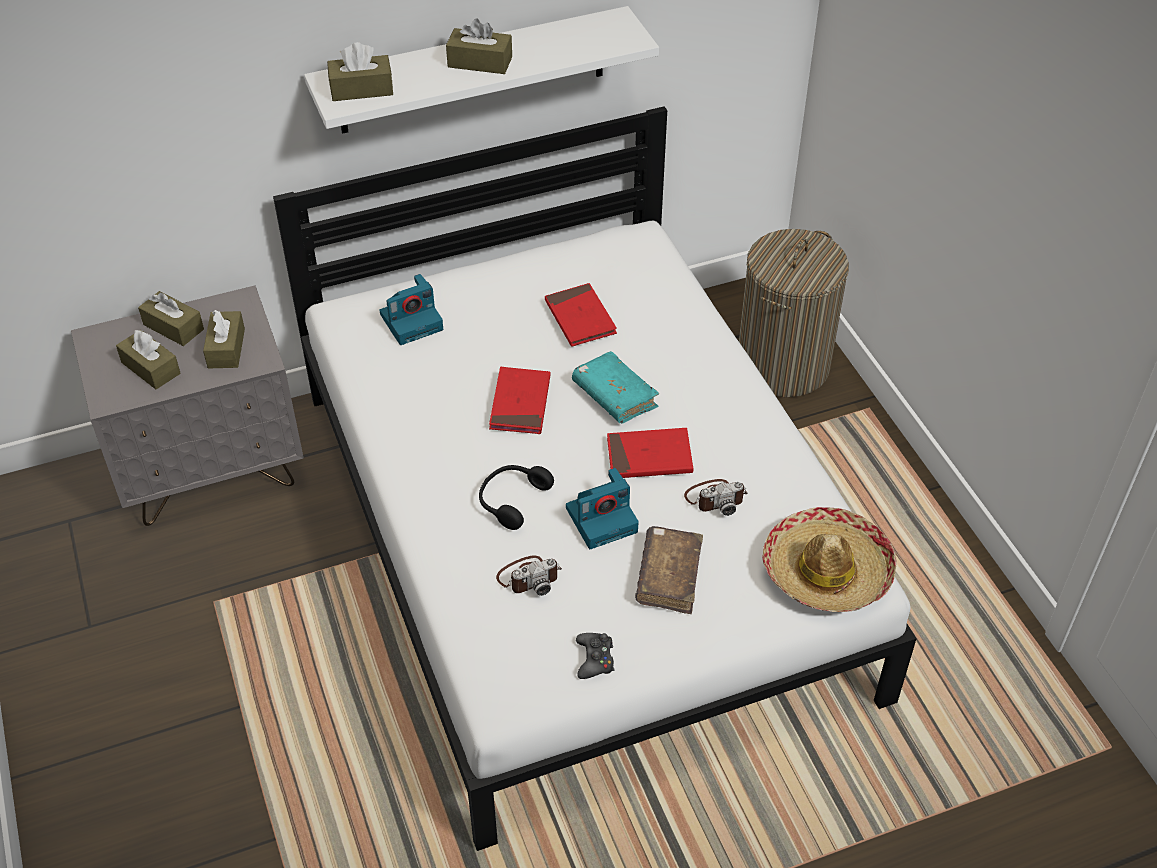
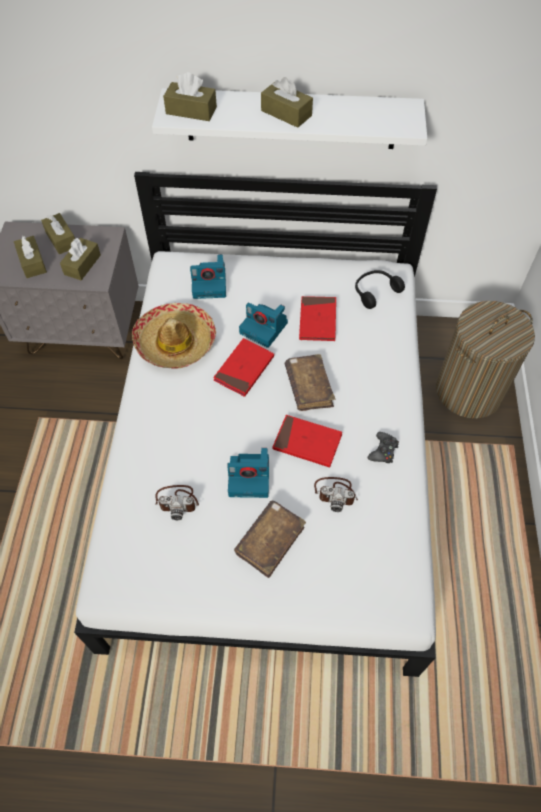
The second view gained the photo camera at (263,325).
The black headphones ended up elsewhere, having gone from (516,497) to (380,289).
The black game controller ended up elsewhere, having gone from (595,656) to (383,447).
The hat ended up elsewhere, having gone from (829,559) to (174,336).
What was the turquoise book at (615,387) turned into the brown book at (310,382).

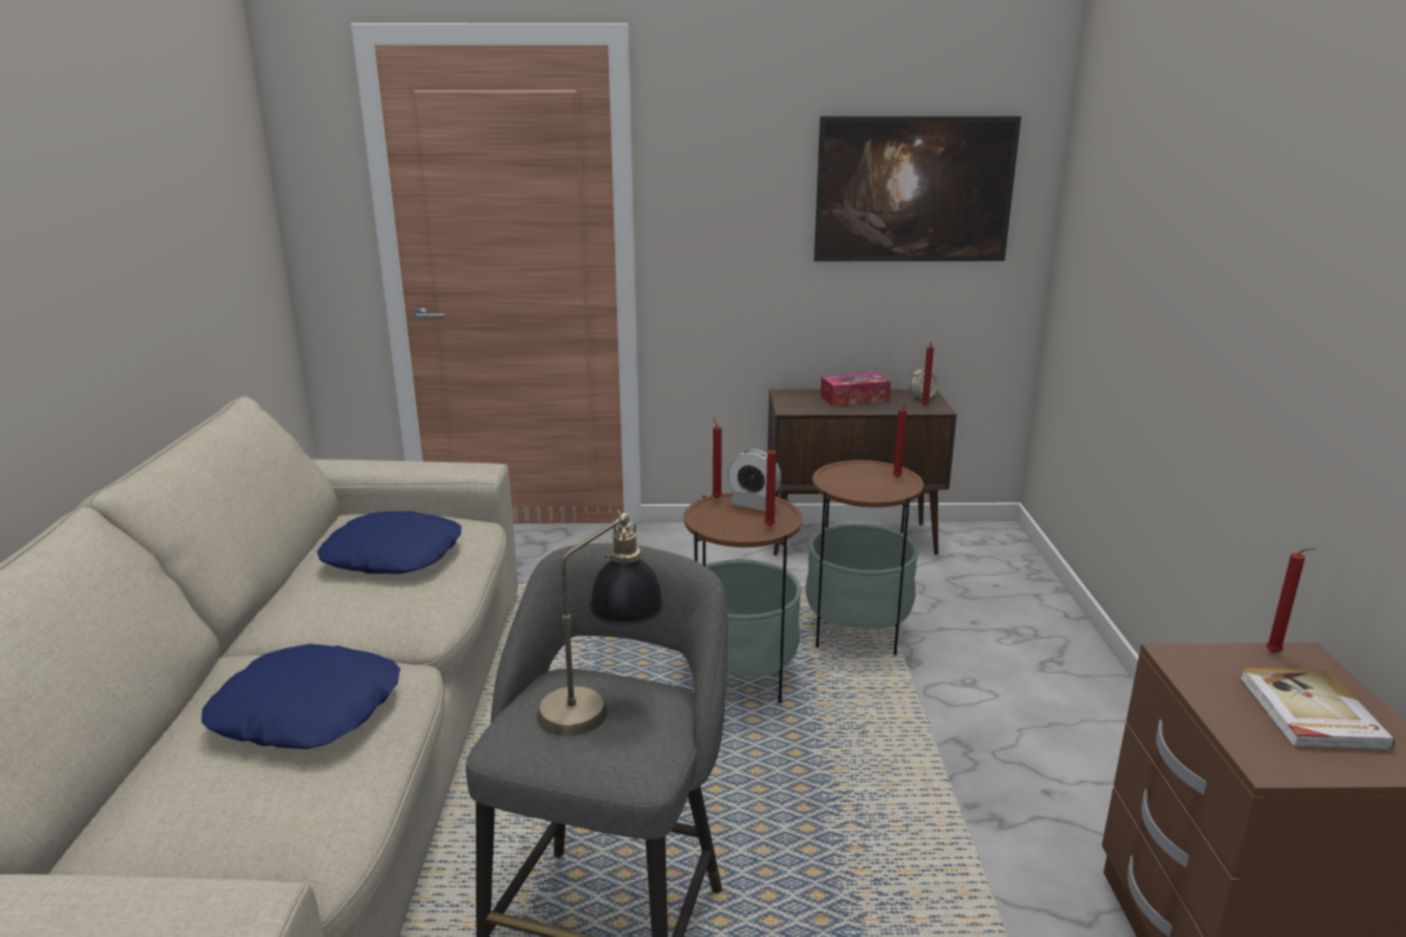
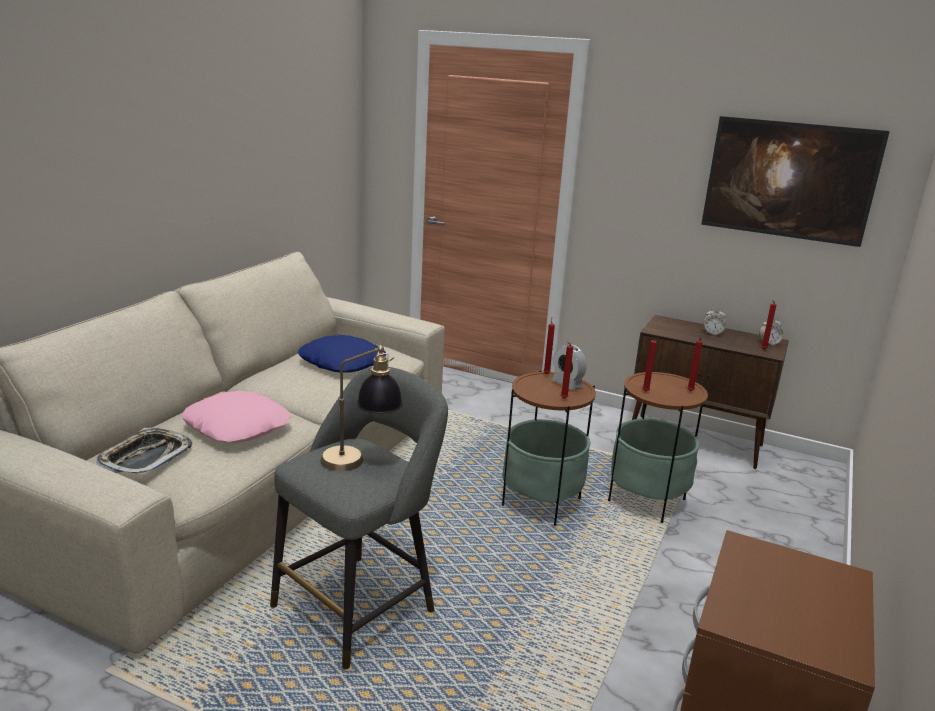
The second view lost the book at (1317,709).
The second view gained the tray at (144,451).
The red candle ended up elsewhere, having gone from (1291,600) to (650,365).
Where the tissue box stood at (855,389), the alarm clock came to stand at (715,321).
What was the blue pillow at (300,696) turned into the pink pillow at (236,416).

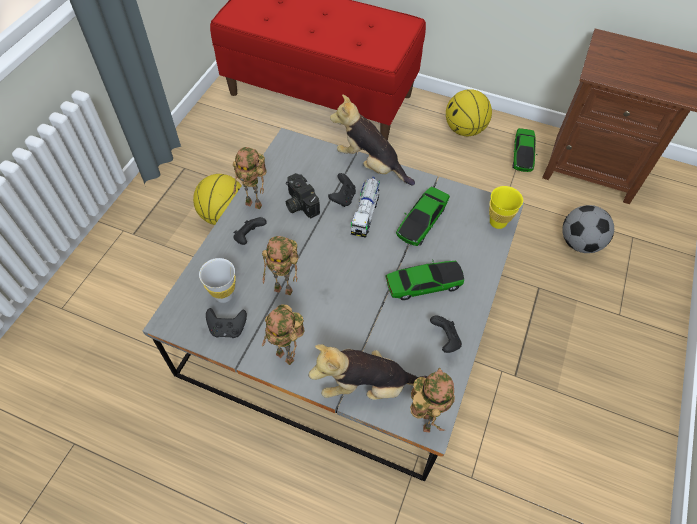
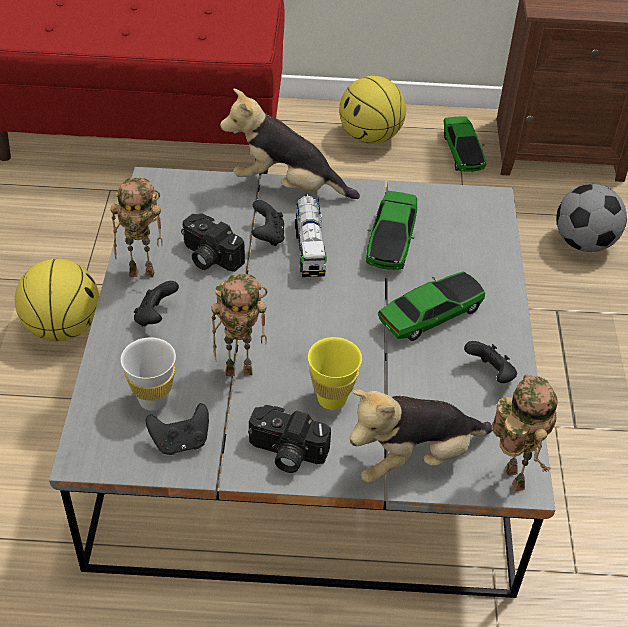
The yellow cup ended up elsewhere, having gone from (506,207) to (335,373).
Where the toy robot stood at (283,334), the photo camera came to stand at (289,439).

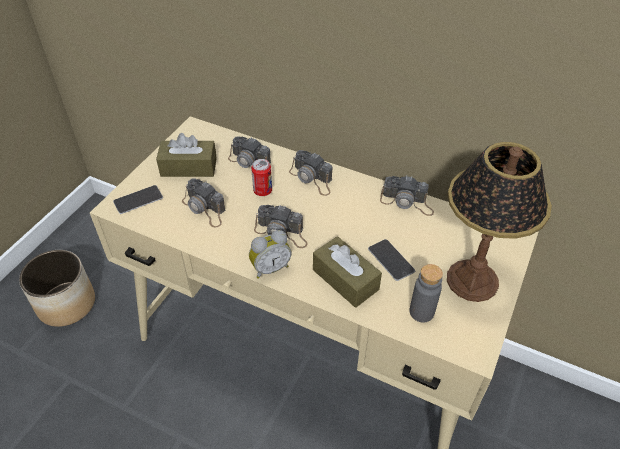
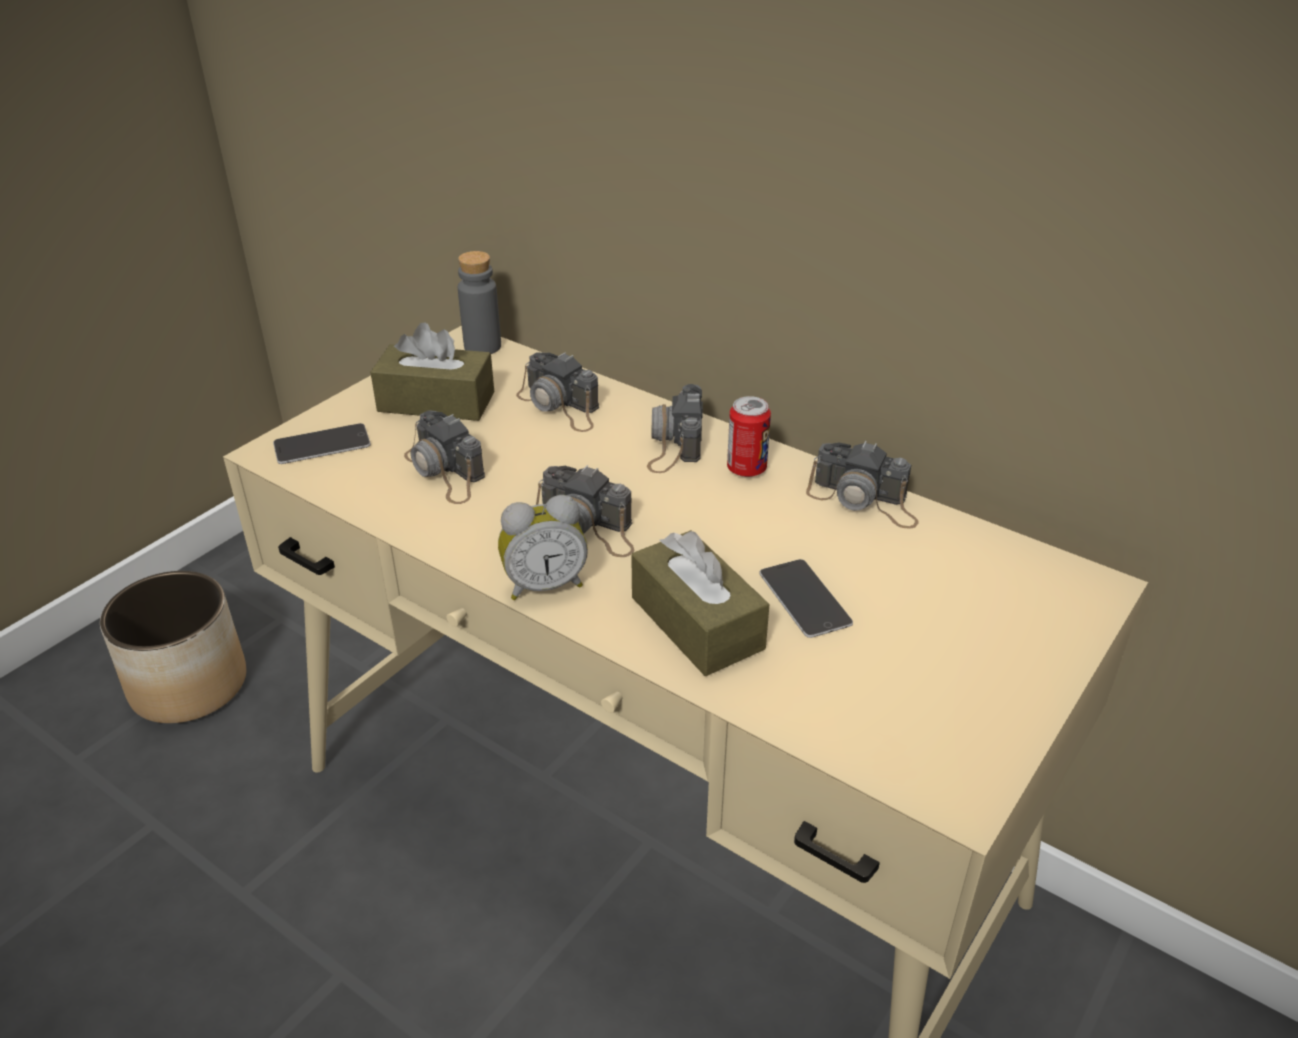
The second view lost the table lamp at (499,222).
The can ended up elsewhere, having gone from (261,177) to (749,436).
The grey bottle ended up elsewhere, having gone from (426,293) to (479,302).
The photo camera at (310,173) ended up facing another way, 45 degrees clockwise from before.

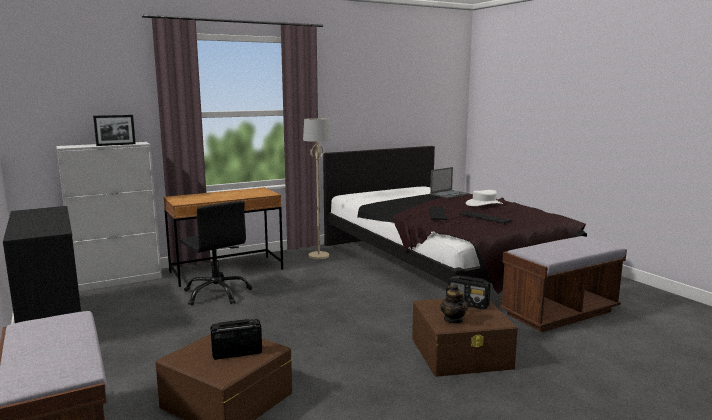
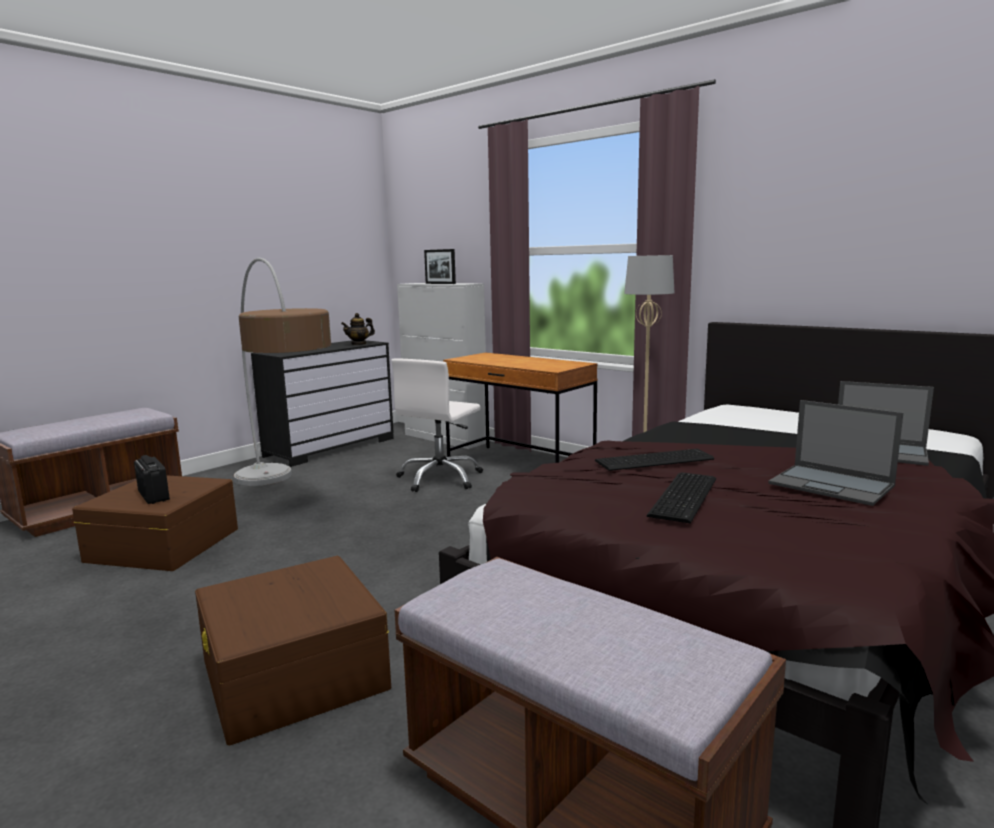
The second view lost the radio at (469,292).
The second view gained the floor lamp at (282,372).
The teapot ended up elsewhere, having gone from (454,304) to (358,329).
Where the white hat stood at (484,198), the laptop came to stand at (835,453).
What was the black office chair at (216,253) turned into the white office chair at (437,425).

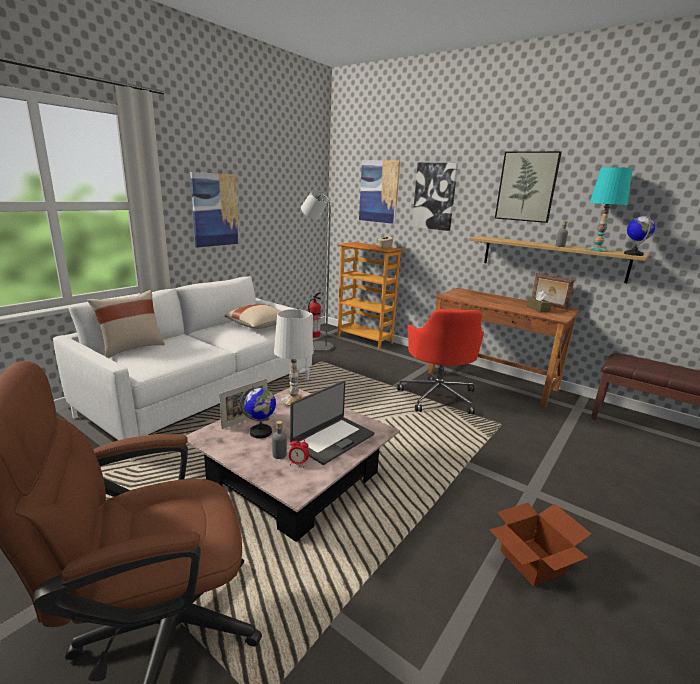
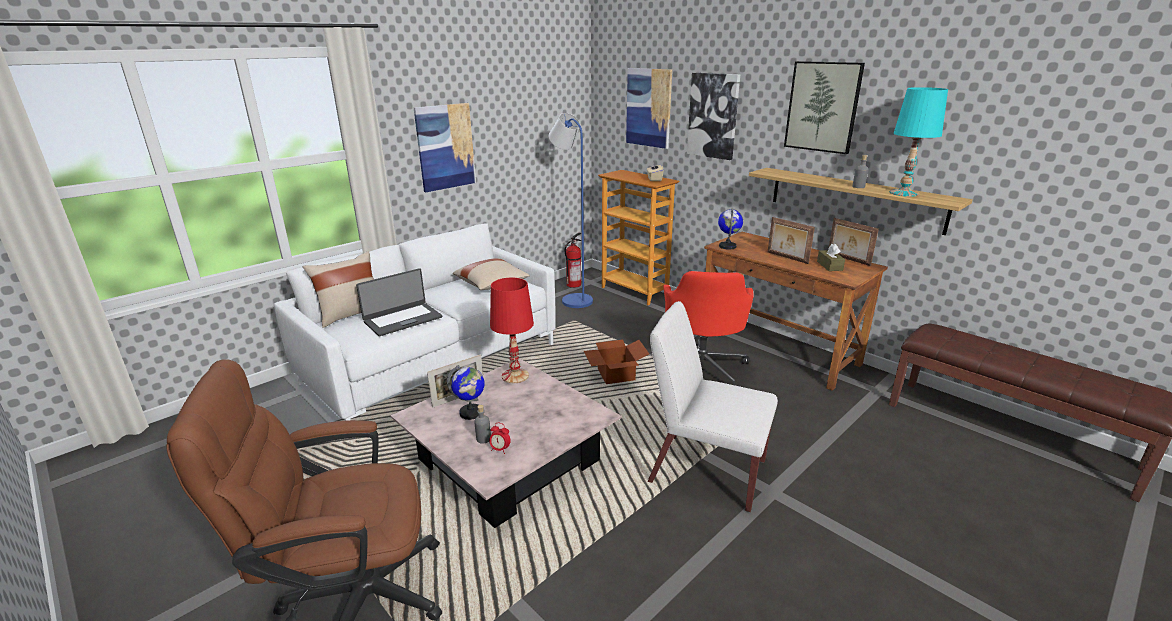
The second view gained the white chair at (713,406).
The second view gained the picture frame at (791,240).
The laptop ended up elsewhere, having gone from (332,423) to (399,302).
The cardboard box ended up elsewhere, having gone from (540,544) to (616,362).
The globe ended up elsewhere, having gone from (639,235) to (730,229).
What was the white table lamp at (294,357) turned into the red table lamp at (512,330).
What was the grey floor lamp at (317,271) turned into the blue floor lamp at (571,210).

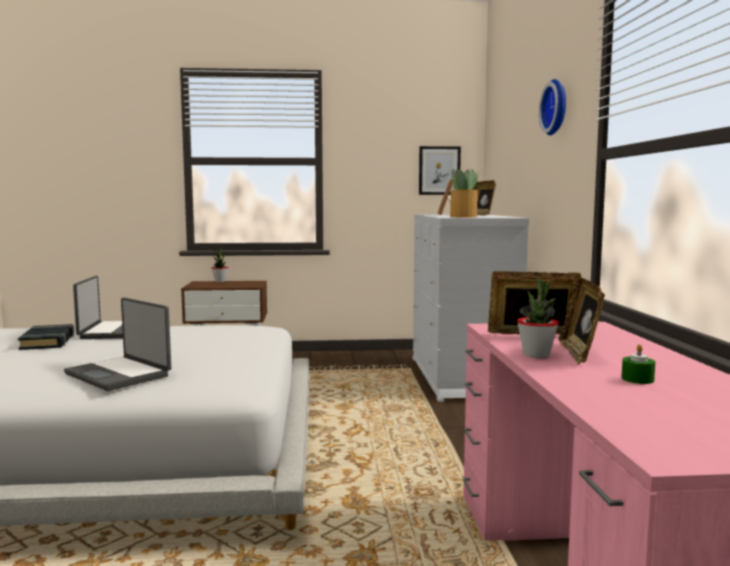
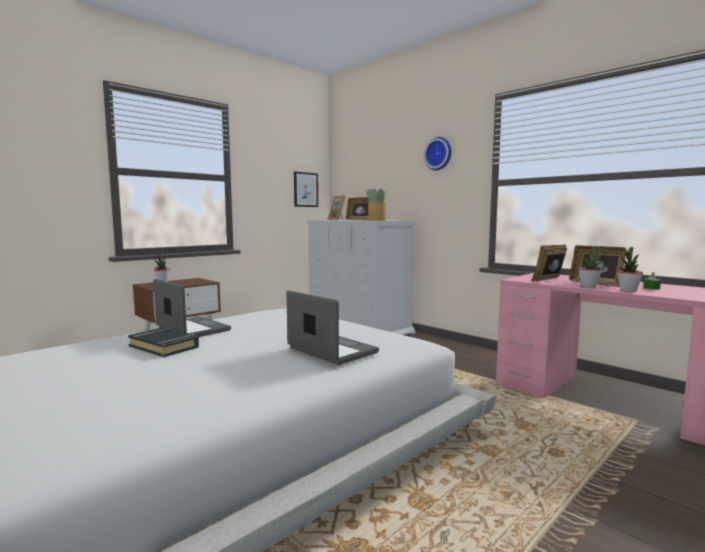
The second view gained the potted plant at (630,269).
The laptop at (117,344) ended up facing another way, 135 degrees counterclockwise from before.

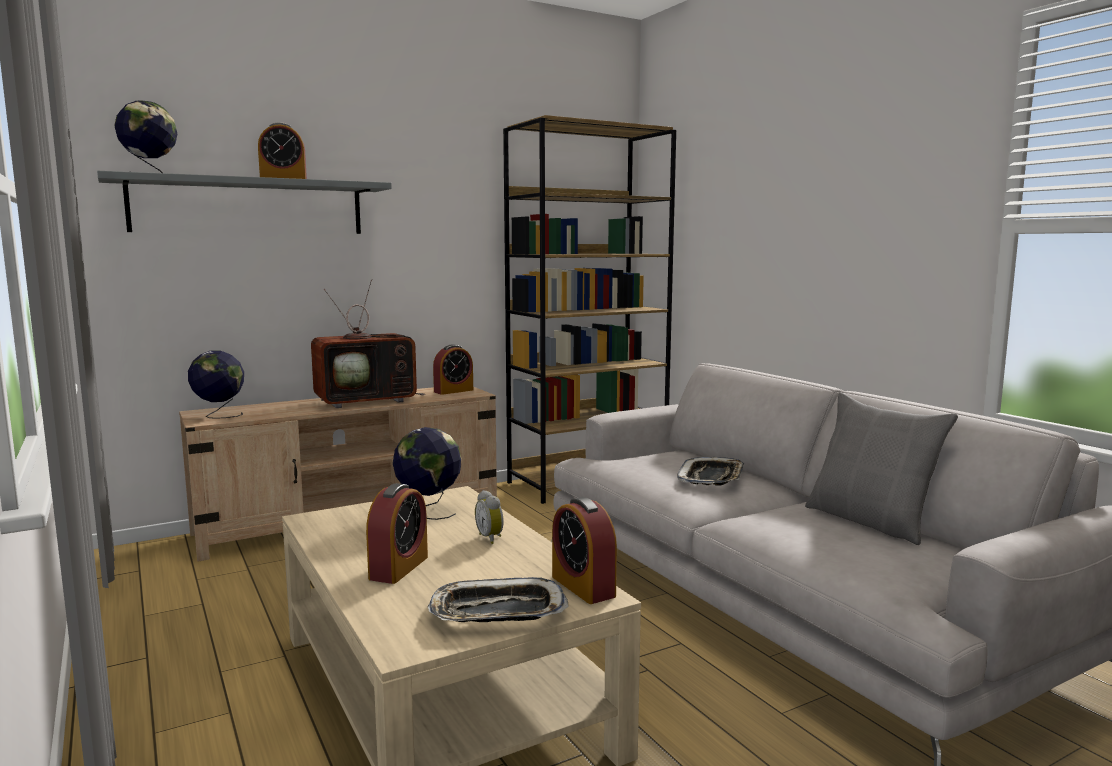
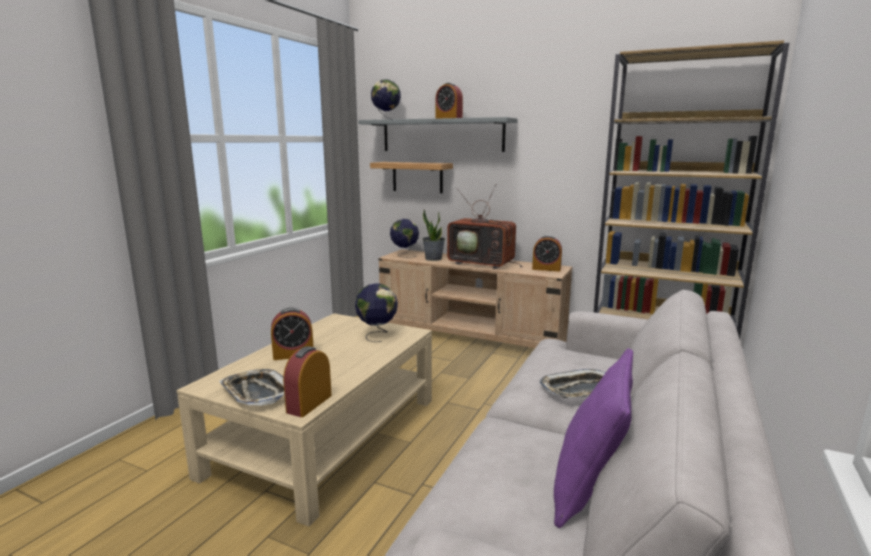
The second view lost the alarm clock at (489,517).
The second view gained the shelf at (411,177).
The second view gained the potted plant at (433,235).
What was the grey pillow at (881,469) turned into the purple pillow at (593,438).

